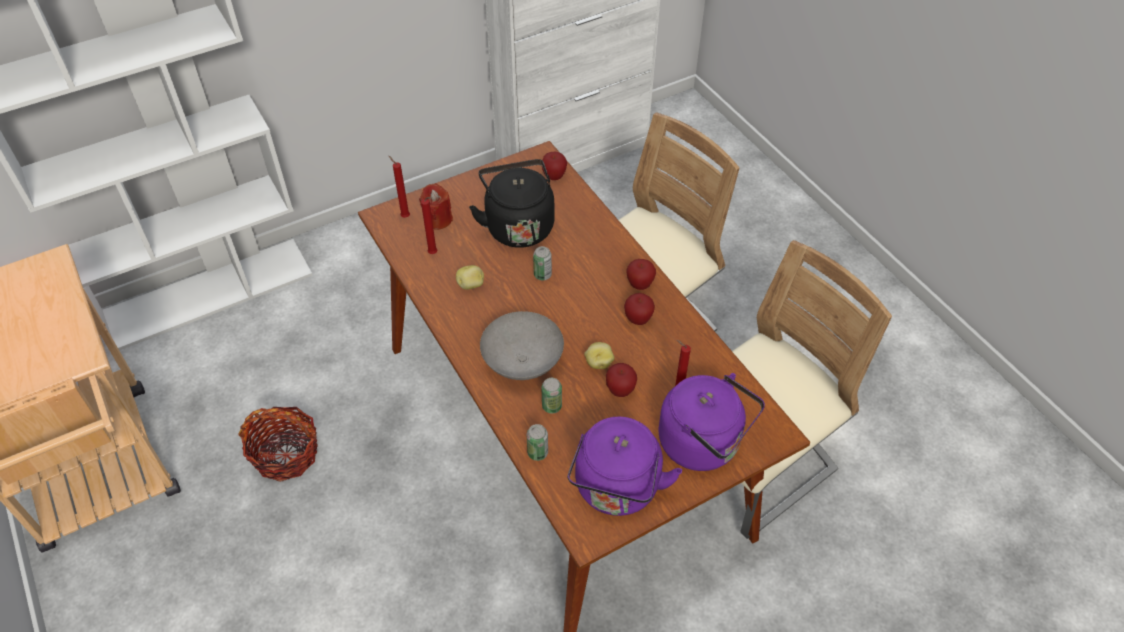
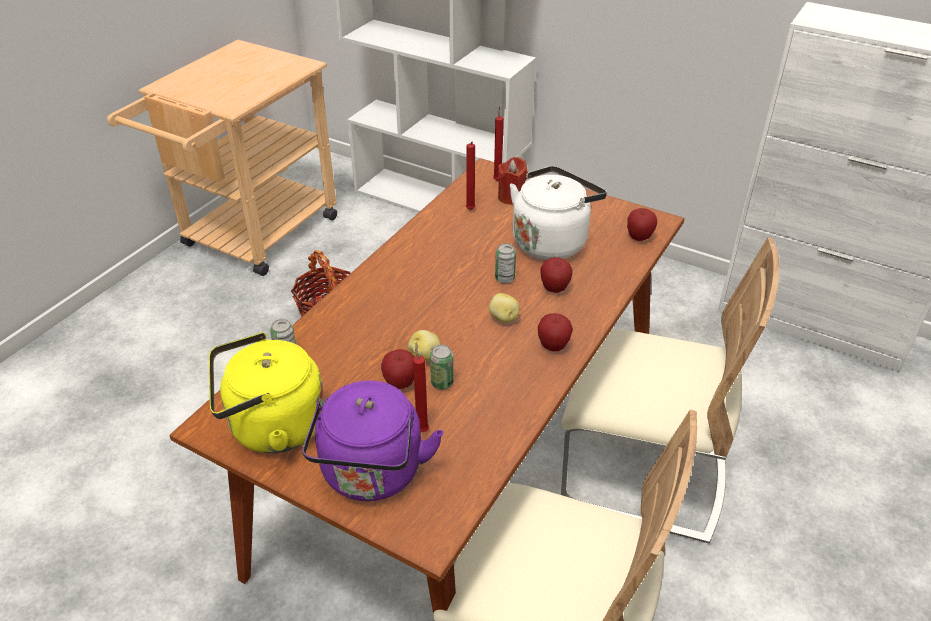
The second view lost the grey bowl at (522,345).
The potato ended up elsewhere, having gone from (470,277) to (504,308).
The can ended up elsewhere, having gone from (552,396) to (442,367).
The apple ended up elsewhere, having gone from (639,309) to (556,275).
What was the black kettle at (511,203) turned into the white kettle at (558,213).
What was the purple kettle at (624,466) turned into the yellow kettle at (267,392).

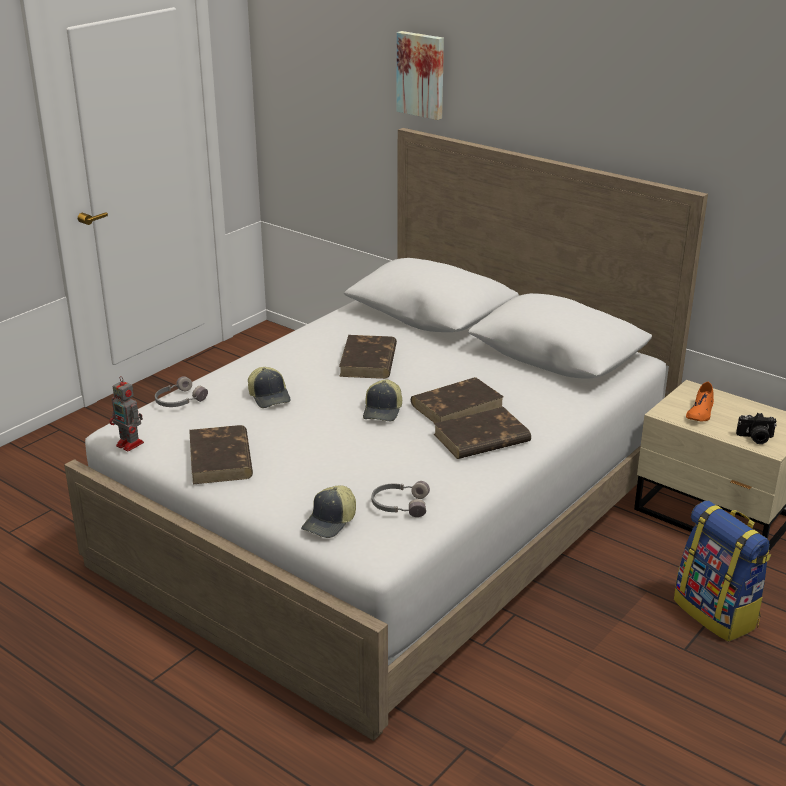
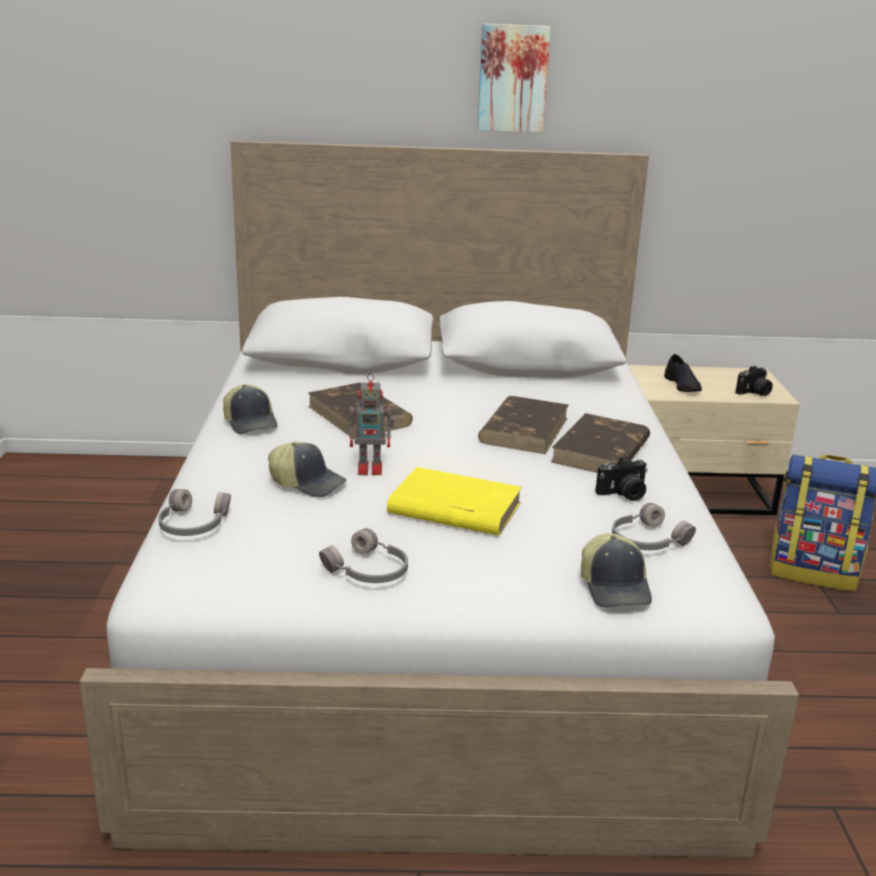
The second view gained the yellow book at (454,501).
The second view gained the photo camera at (621,479).
The toy robot ended up elsewhere, having gone from (127,413) to (372,424).
The cap ended up elsewhere, having gone from (382,400) to (250,409).
The picture ended up elsewhere, having gone from (420,75) to (514,78).
Where the brown book stood at (221,454), the grey headphones came to stand at (363,555).
What was the orange shoe at (700,401) turned into the black shoe at (683,373).

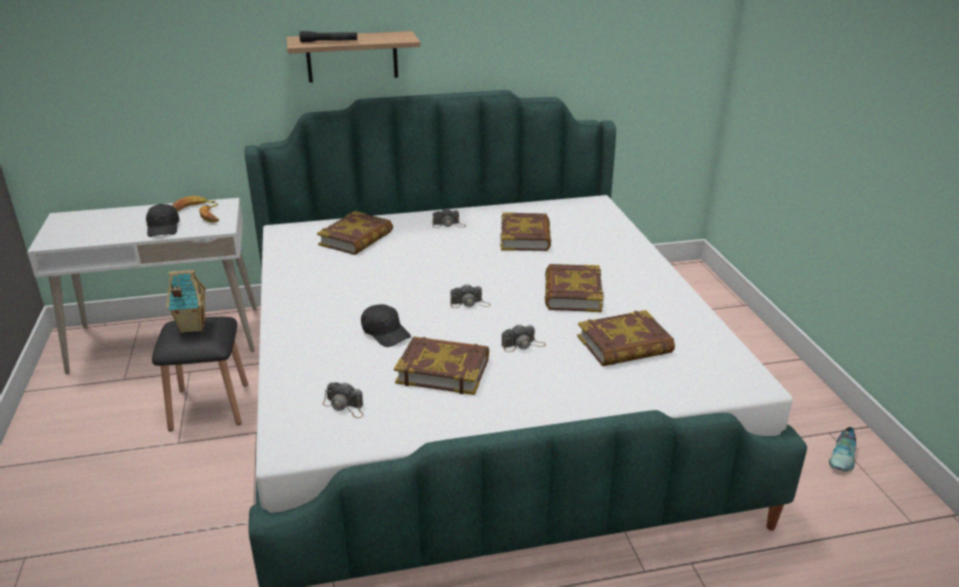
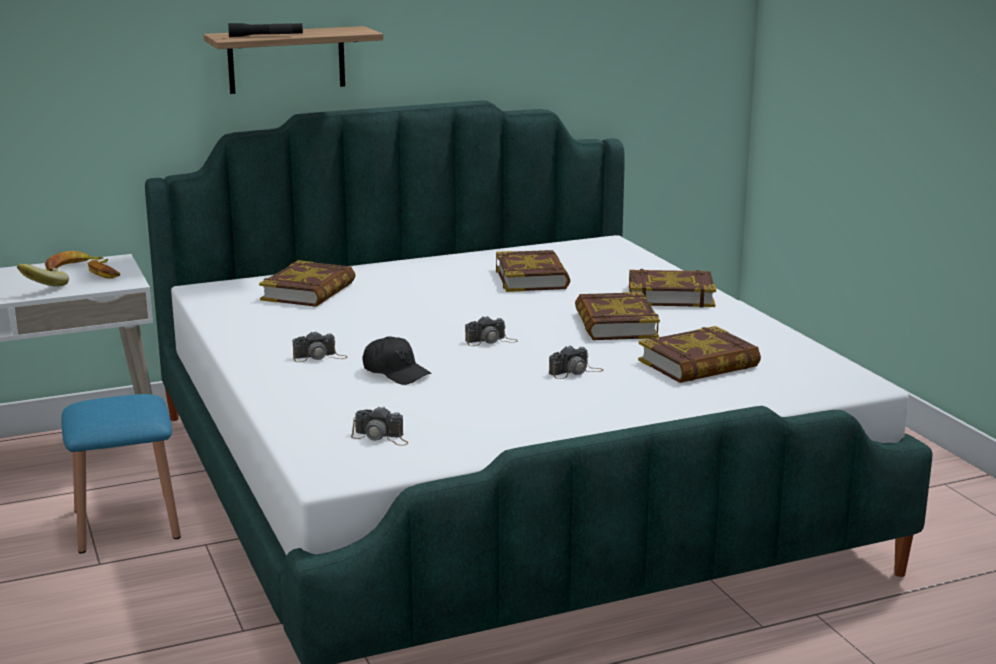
The second view lost the toy house at (186,301).
The second view lost the shoe at (842,449).
The book ended up elsewhere, having gone from (441,366) to (672,288).
The photo camera ended up elsewhere, having gone from (449,218) to (320,346).
Where the black cap stood at (163,220), the banana came to stand at (43,275).
What was the black stool at (200,374) turned into the blue stool at (121,473).

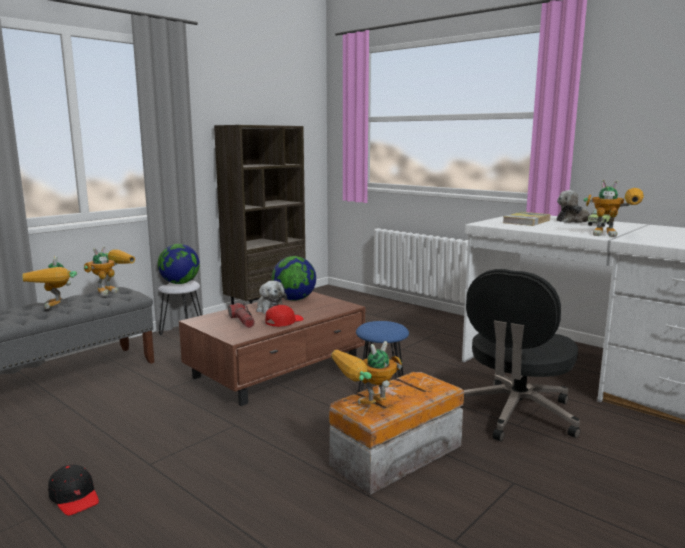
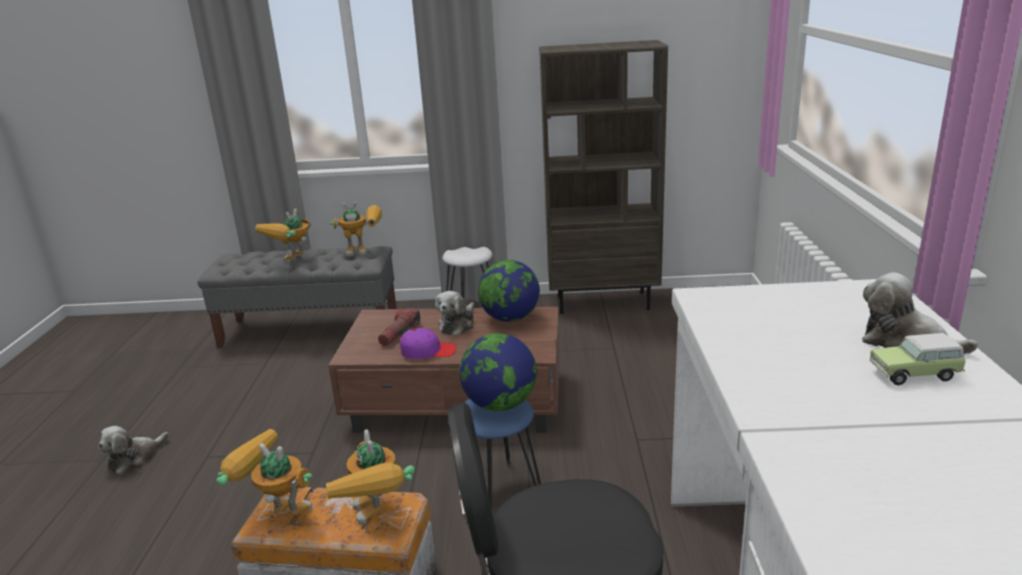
The second view lost the book at (526,219).
The globe ended up elsewhere, having gone from (179,264) to (498,372).
The toy robot ended up elsewhere, having gone from (613,208) to (370,477).
Where the black cap stood at (73,490), the plush toy came to stand at (133,450).
What was the red cap at (284,316) turned into the purple cap at (428,343).

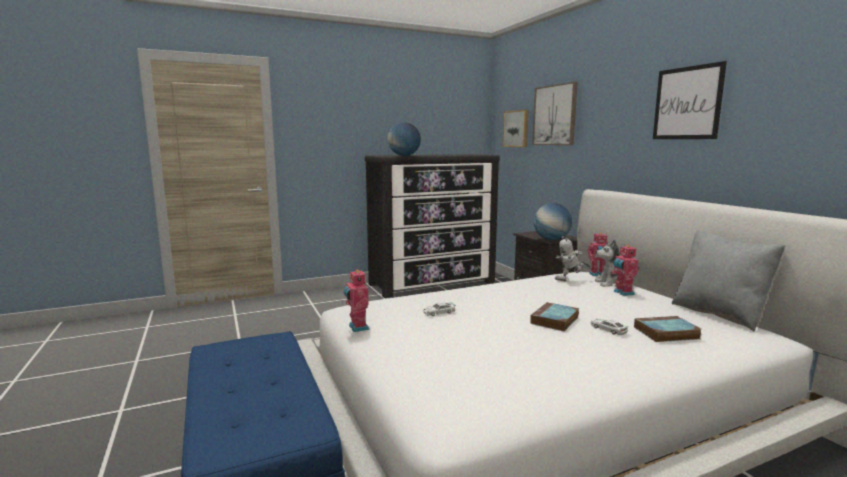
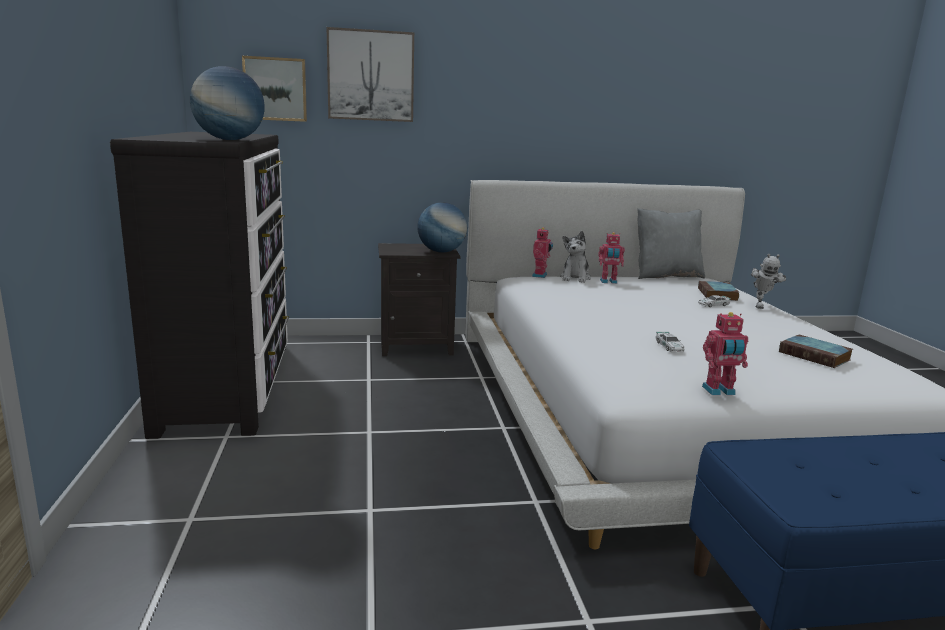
The second view lost the picture at (690,100).
The book ended up elsewhere, having gone from (554,316) to (816,351).
The toy robot ended up elsewhere, having gone from (573,258) to (768,281).

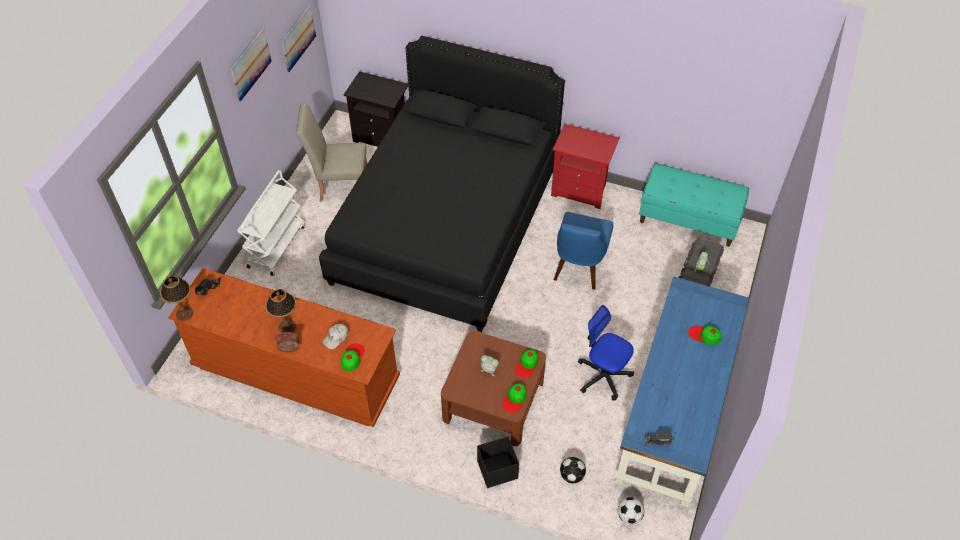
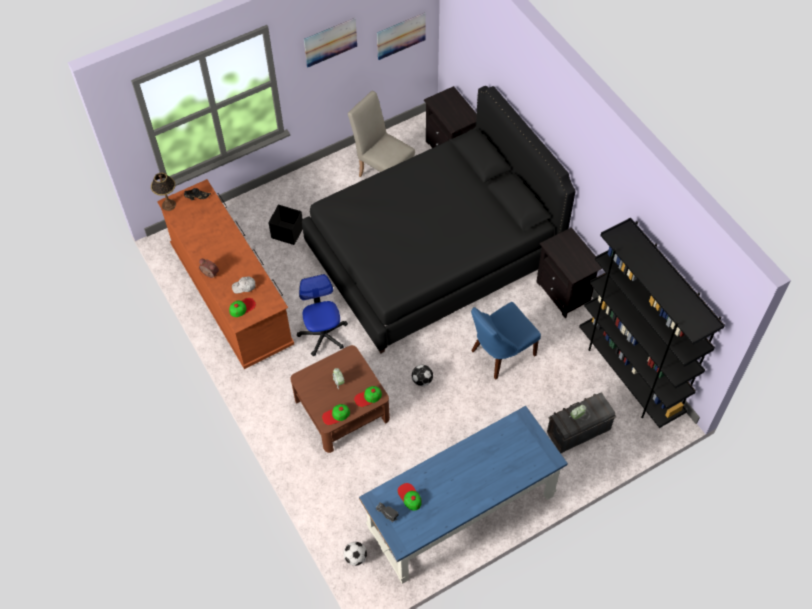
The second view lost the white cart at (271,223).
The second view lost the table lamp at (280,311).
The black storage box ended up elsewhere, having gone from (498,462) to (285,224).
The football ended up elsewhere, having gone from (573,470) to (422,375).
The office chair ended up elsewhere, having gone from (606,353) to (322,315).
The cap ended up elsewhere, having gone from (704,335) to (410,497).
Where the turquoise bench stood at (694,205), the black bookcase came to stand at (652,323).
What was the red nightstand at (585,166) turned into the black nightstand at (569,272).

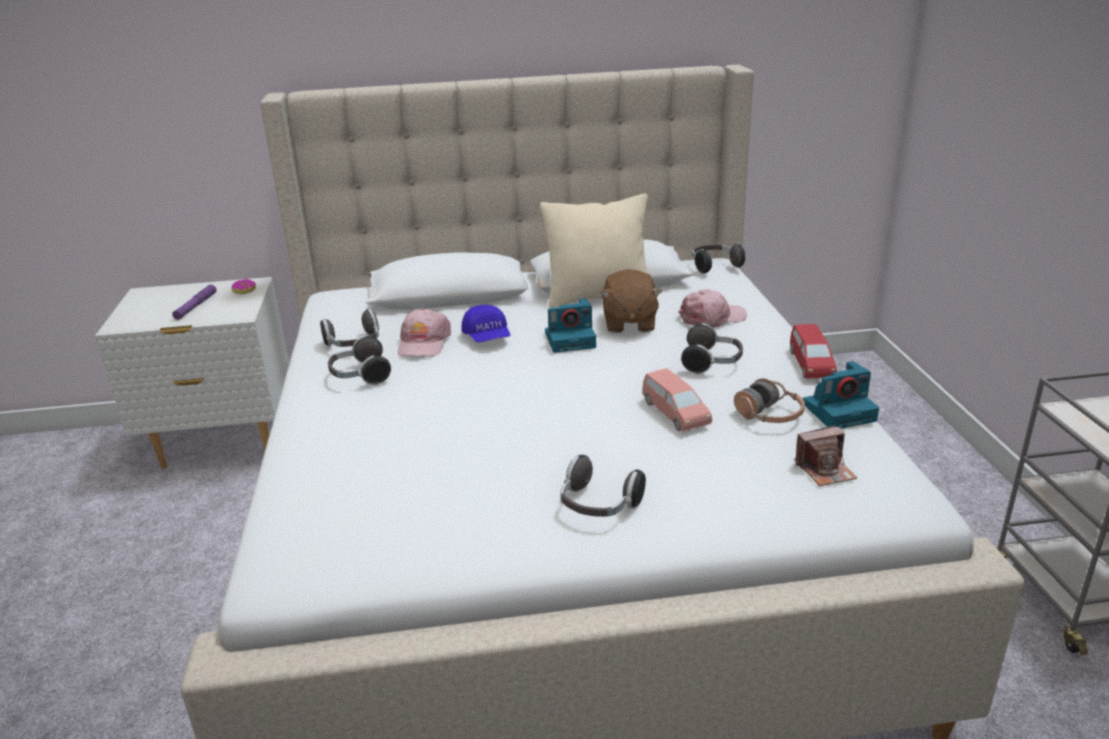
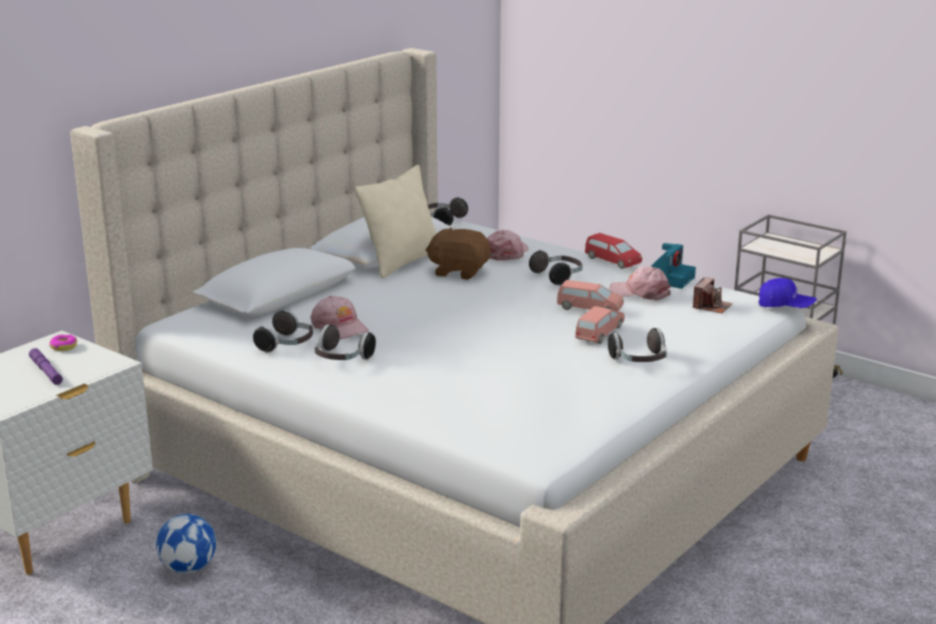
The second view lost the photo camera at (570,325).
The second view gained the football at (186,543).
The second view gained the pink toy car at (600,325).
The blue cap ended up elsewhere, having gone from (485,323) to (787,293).
Where the headphones stood at (769,401), the pink cap came to stand at (640,283).
The brown plush toy at (631,301) ended up facing another way, 150 degrees clockwise from before.

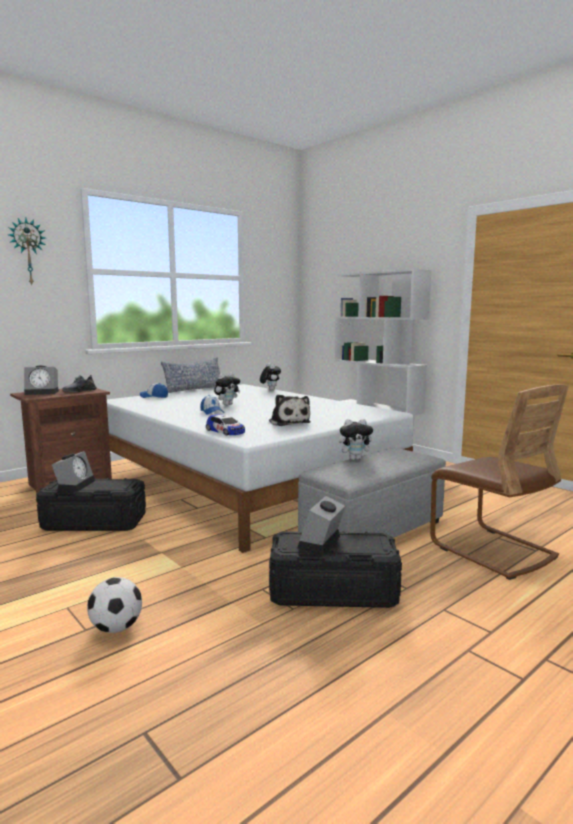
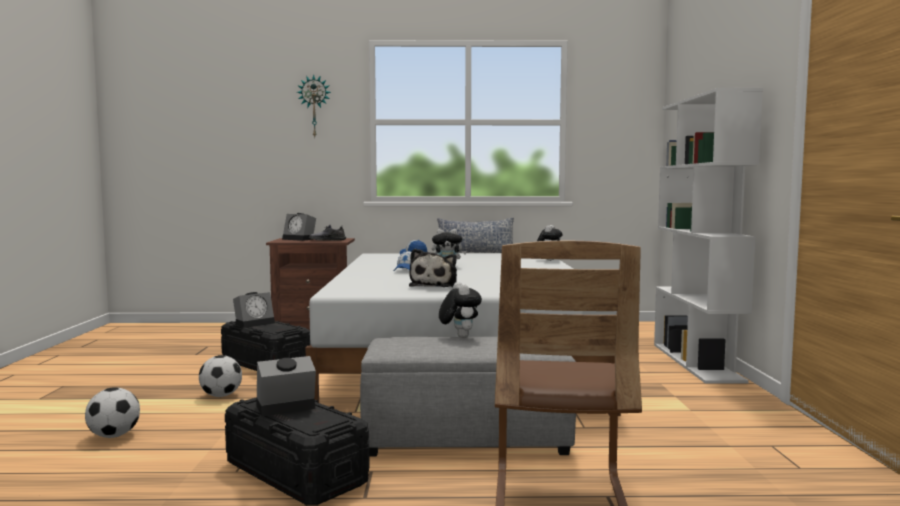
The second view lost the toy car at (225,424).
The second view gained the football at (220,376).
The plush toy at (357,439) ended up facing another way, 135 degrees counterclockwise from before.

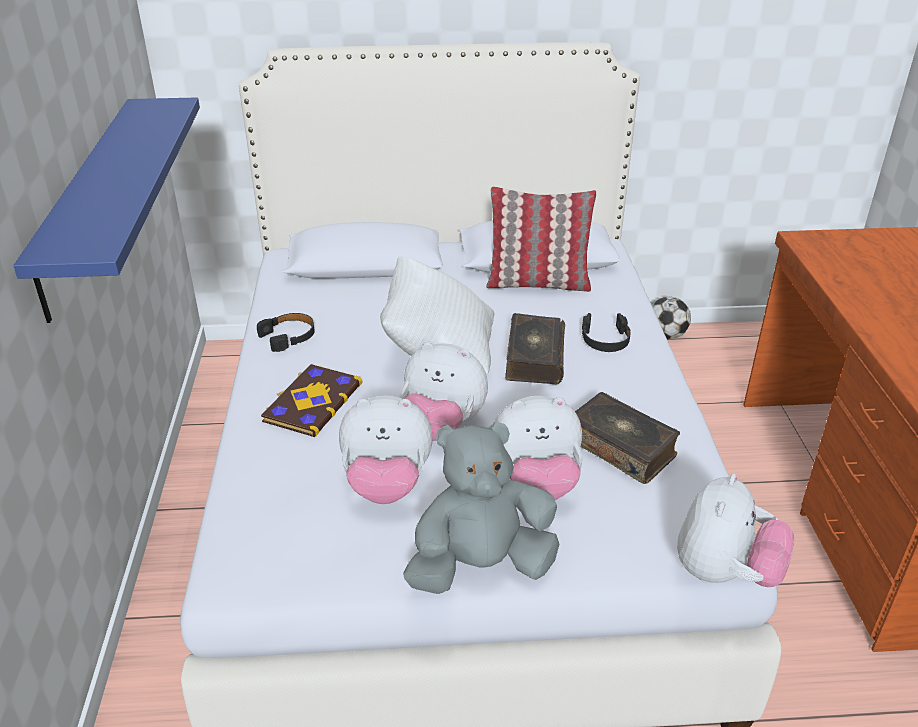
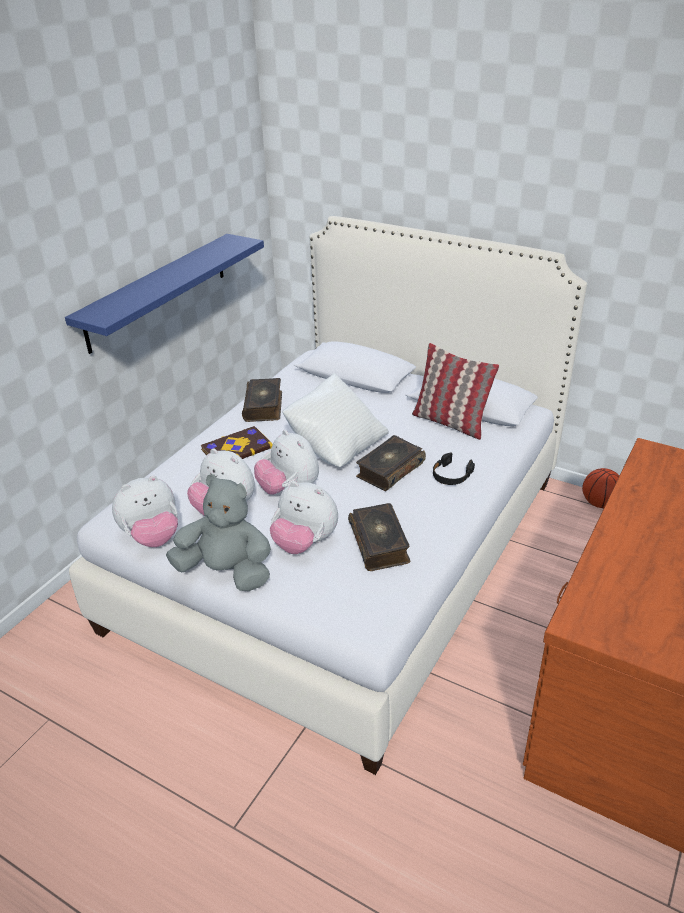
The plush toy ended up elsewhere, having gone from (735,530) to (145,511).
Where the black headphones stood at (286,332), the book came to stand at (262,400).
Where the football stood at (671,318), the basketball came to stand at (600,488).

